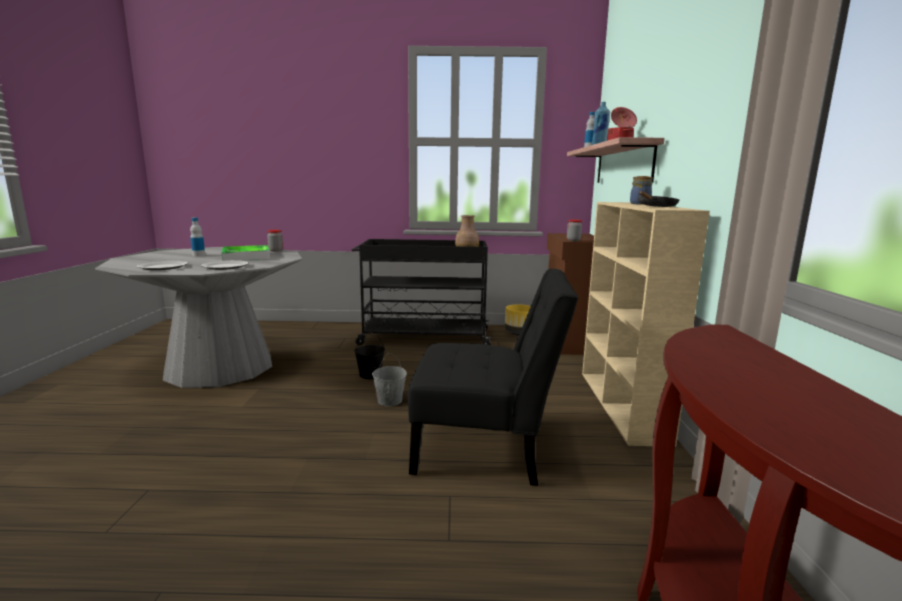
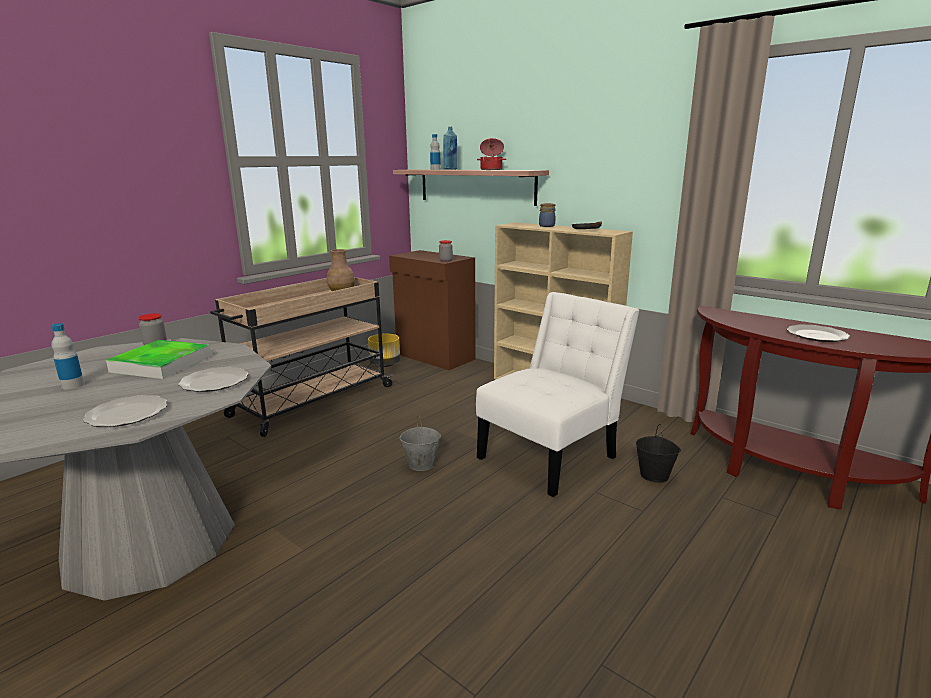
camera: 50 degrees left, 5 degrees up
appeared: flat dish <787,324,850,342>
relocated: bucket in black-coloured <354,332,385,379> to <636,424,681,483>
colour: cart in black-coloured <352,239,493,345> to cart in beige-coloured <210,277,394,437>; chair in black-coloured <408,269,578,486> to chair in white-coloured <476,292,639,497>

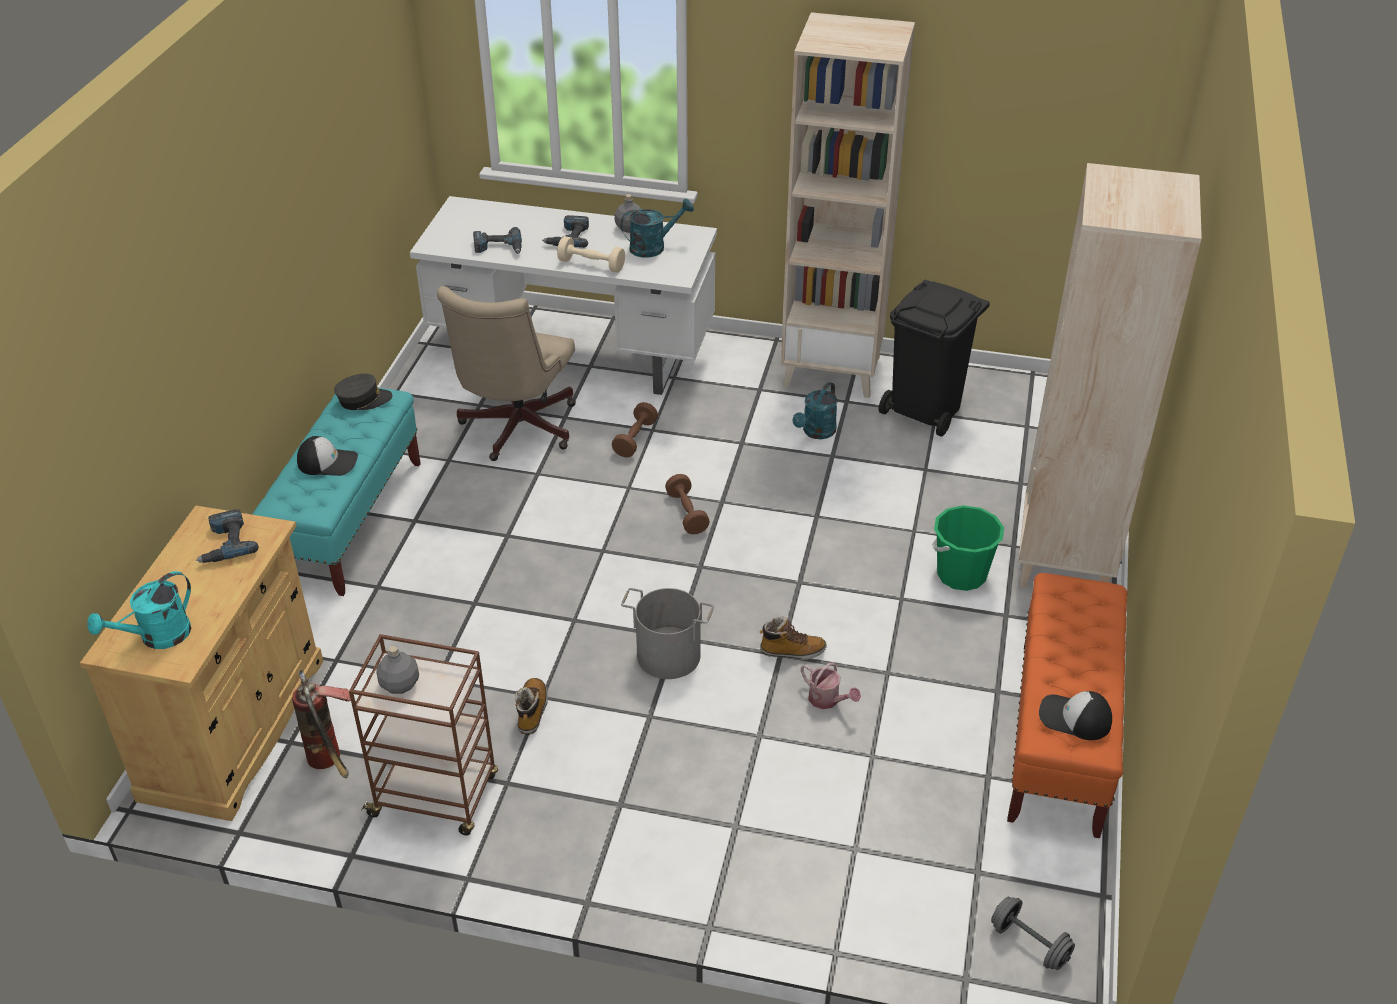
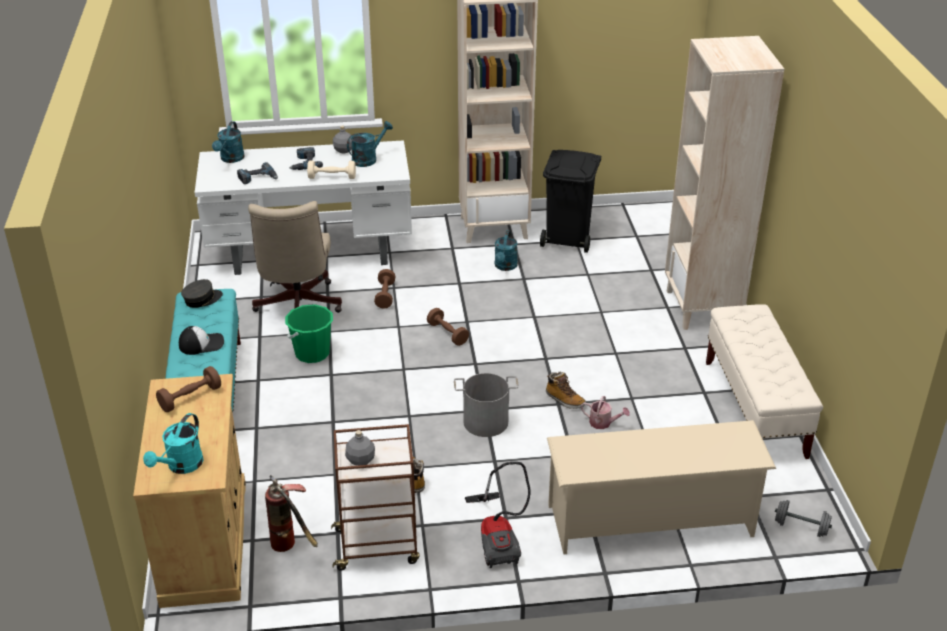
camera: 20 degrees left, 5 degrees down
missing: peaked cap <1039,691,1112,740>
appeared: watering pot in blue-green <212,121,245,163>; vacuum <465,462,531,568>; shoe rack in beige-coloured <547,420,776,555>
relocated: bucket in greenish <932,505,1004,591> to <285,304,333,363>
exchanged: electric drill <196,509,259,563> to hand weight in brownish <156,366,221,412>
colour: bench in orangey <1007,573,1128,838> to bench in beige-coloured <706,304,823,459>
spun: boot <760,617,826,660> = <546,371,586,409> 60 degrees clockwise

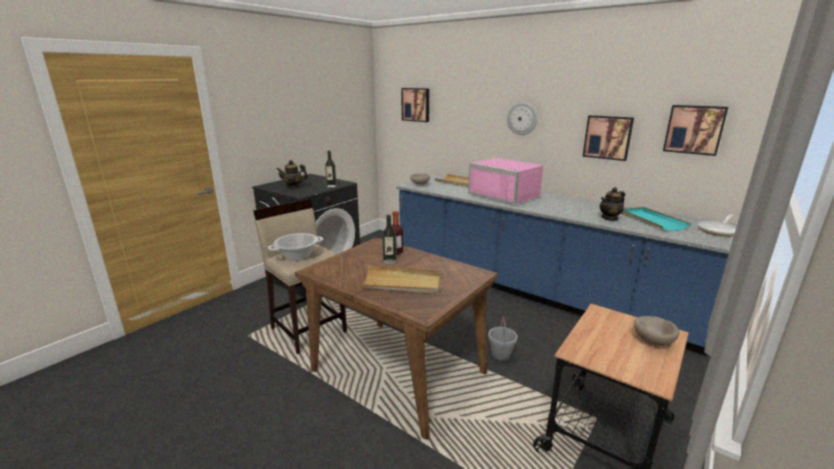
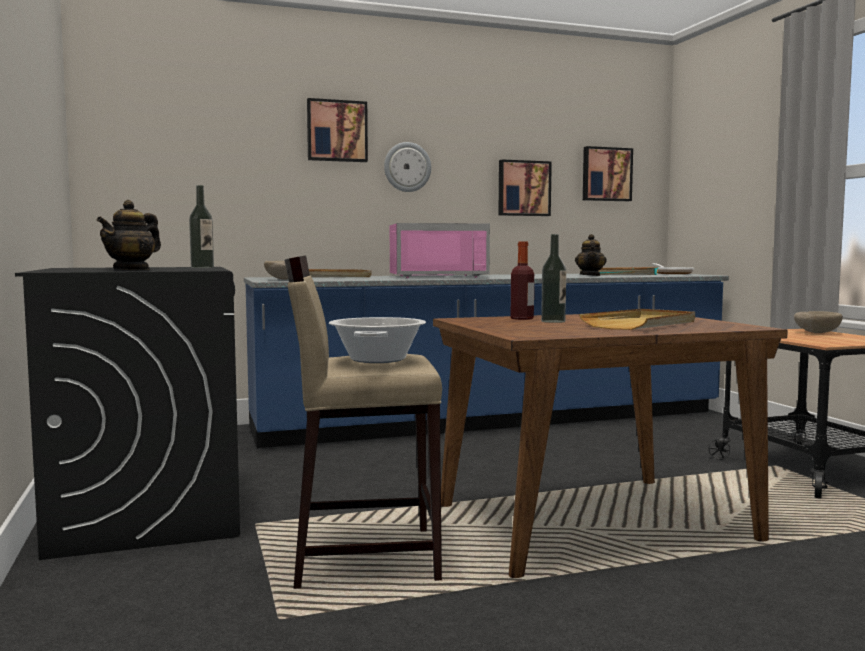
camera: 55 degrees left, 15 degrees down
missing: bucket in gray <488,317,517,361>
relocated: wall art <401,88,429,122> to <307,98,368,162>

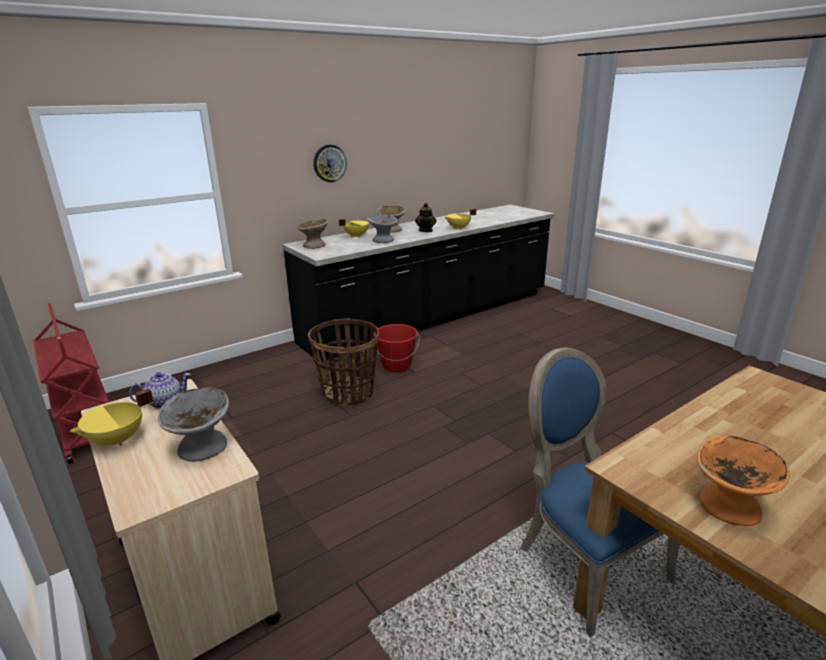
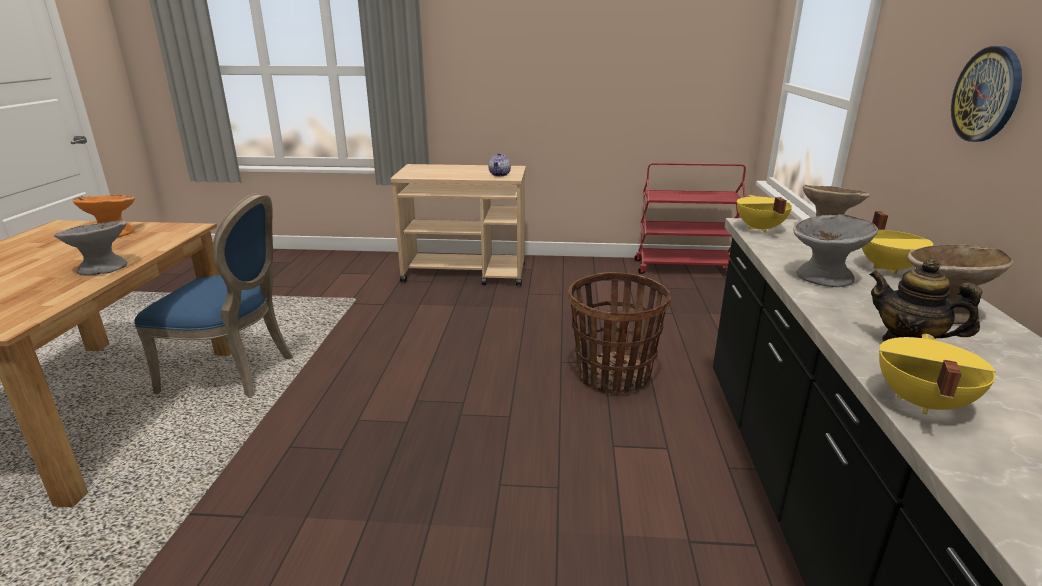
camera: 130 degrees right, 0 degrees up
missing: bucket in red <374,324,419,372>
relocated: stockpot in yellowish <70,389,154,447> to <737,195,792,232>; deep dish in gray <158,387,229,462> to <54,221,127,276>

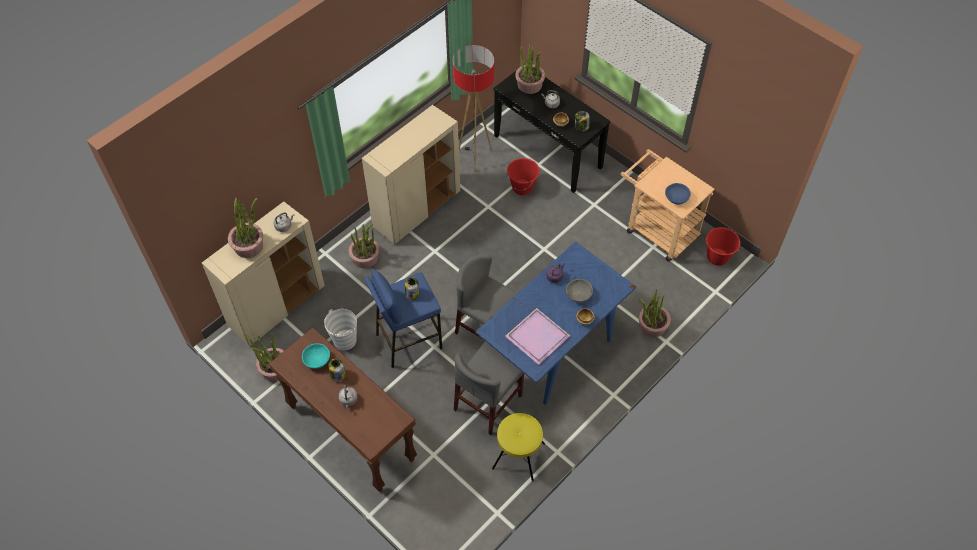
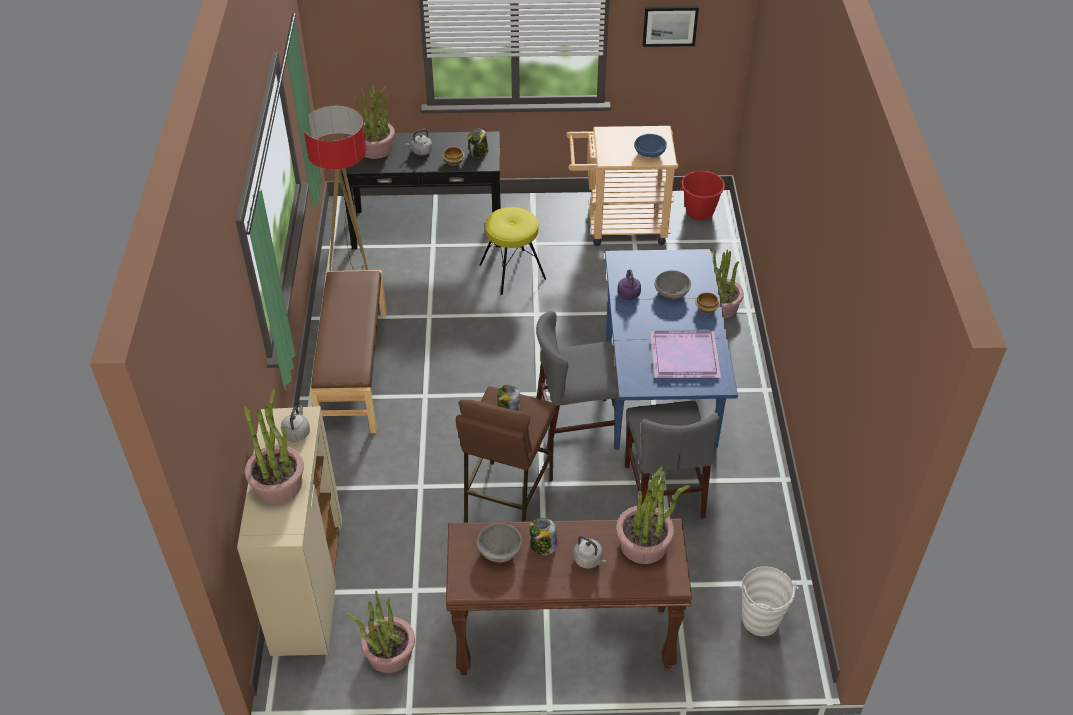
camera: 45 degrees left, 10 degrees down
missing: bucket in red <507,158,540,195>
appeared: wall art <643,6,699,47>
relocated: bucket in white-coloured <324,309,357,350> to <740,566,799,636>; houseplant <349,224,379,268> to <616,466,690,564>; stool in yellowish <492,413,545,481> to <479,207,546,295>
exchanged: storage cabinet in beige-coloured <362,105,460,244> to bench in brownish <310,270,387,433>
colour: deep dish in blue-green <302,343,330,369> to deep dish in gray <477,523,522,562>; stool in blue <364,269,442,368> to stool in brownish <456,386,556,523>

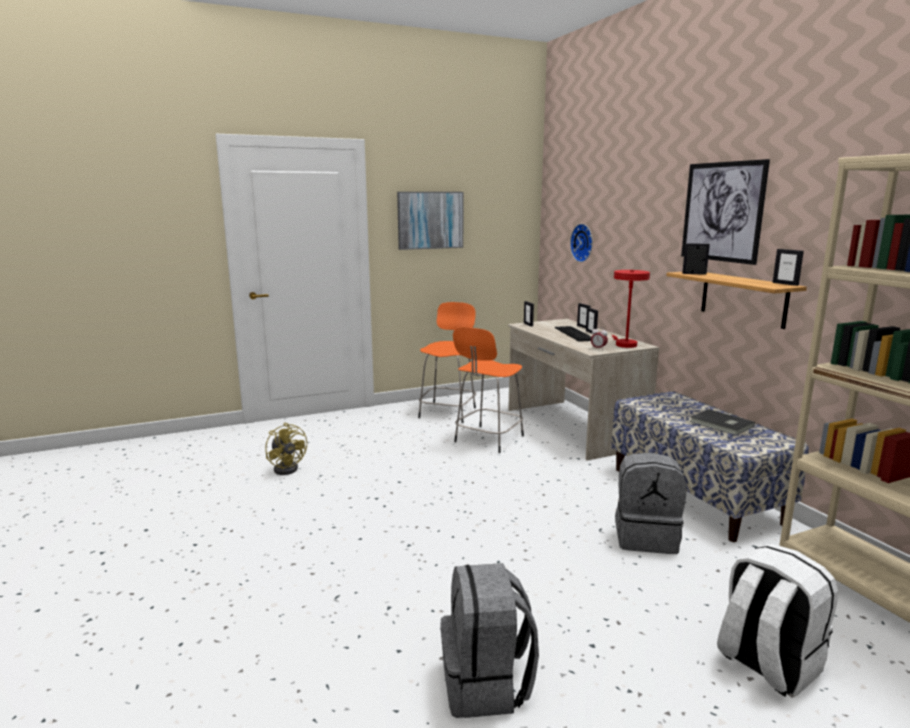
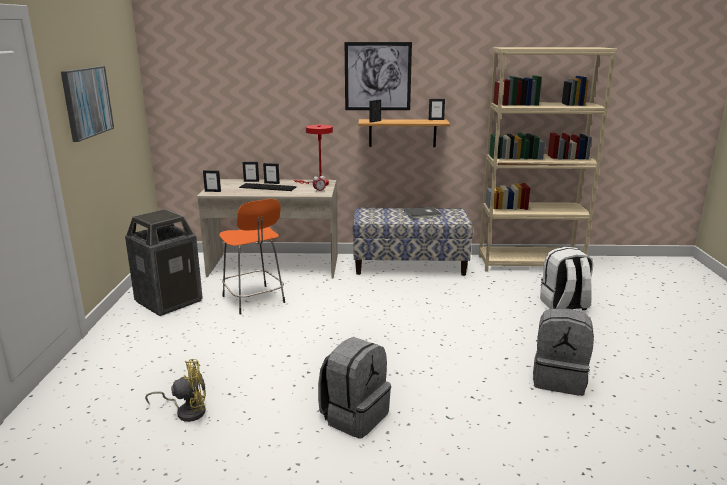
camera: 65 degrees left, 5 degrees up
missing: wall clock <570,224,593,262>
relocated: knapsack in gray <615,452,686,554> to <318,337,391,438>
exchanged: stool in orangey <418,302,476,423> to rubbish bin <125,209,203,316>

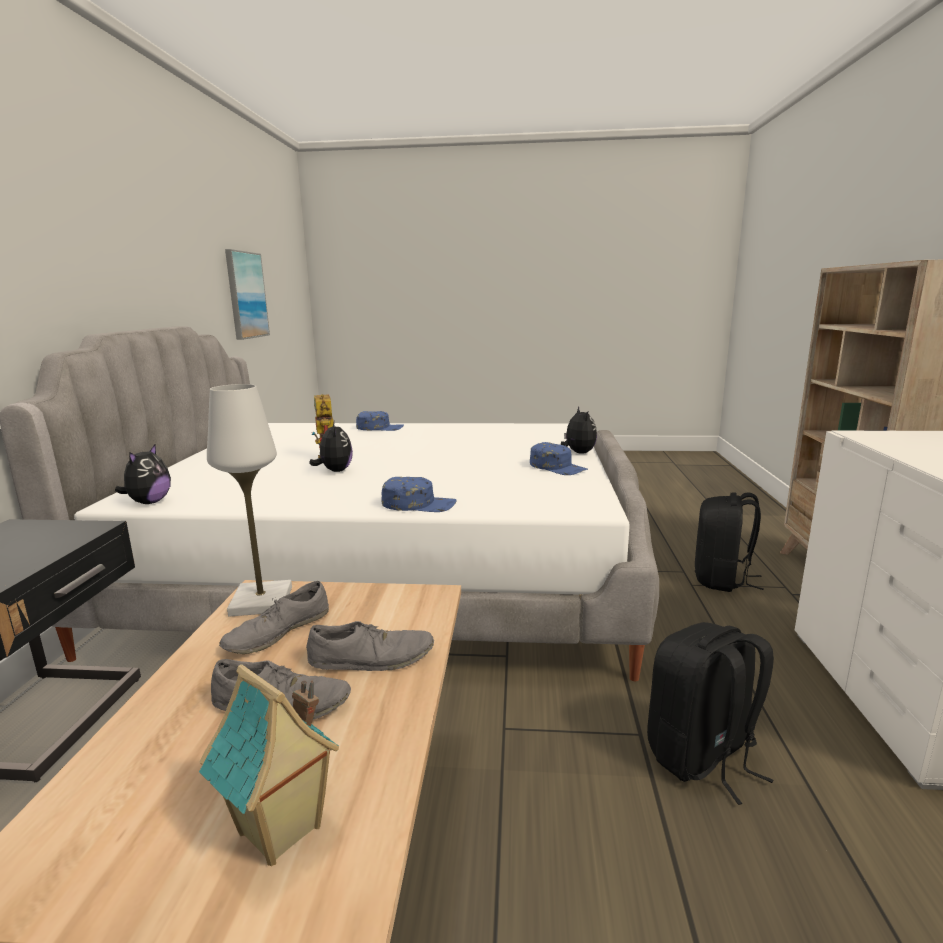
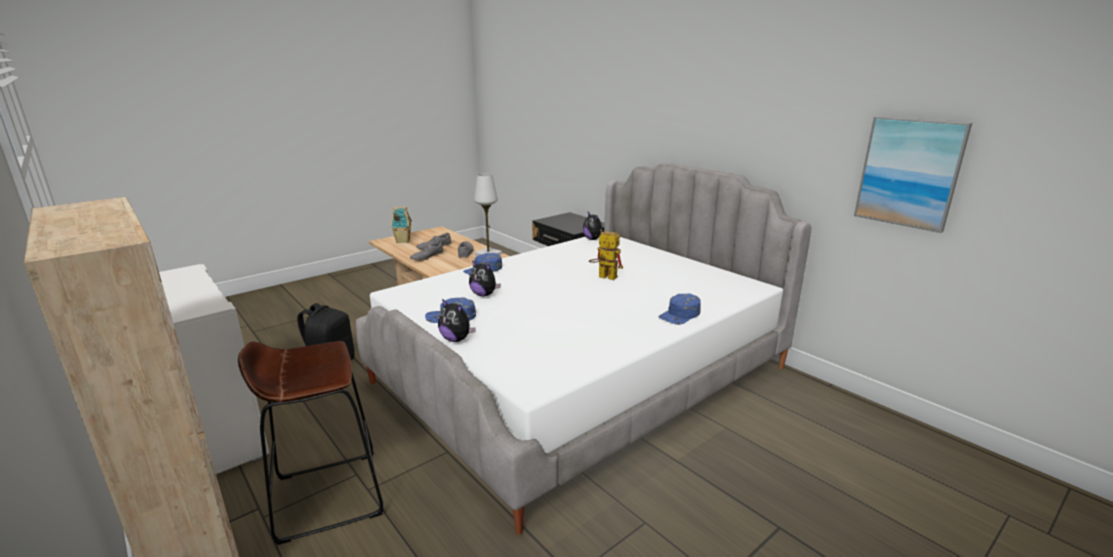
camera: 135 degrees right, 5 degrees up
relocated: cuddly toy <309,420,353,472> to <469,260,501,297>
exchanged: knapsack in black-coloured <695,492,764,592> to stool in brownish <238,341,384,545>

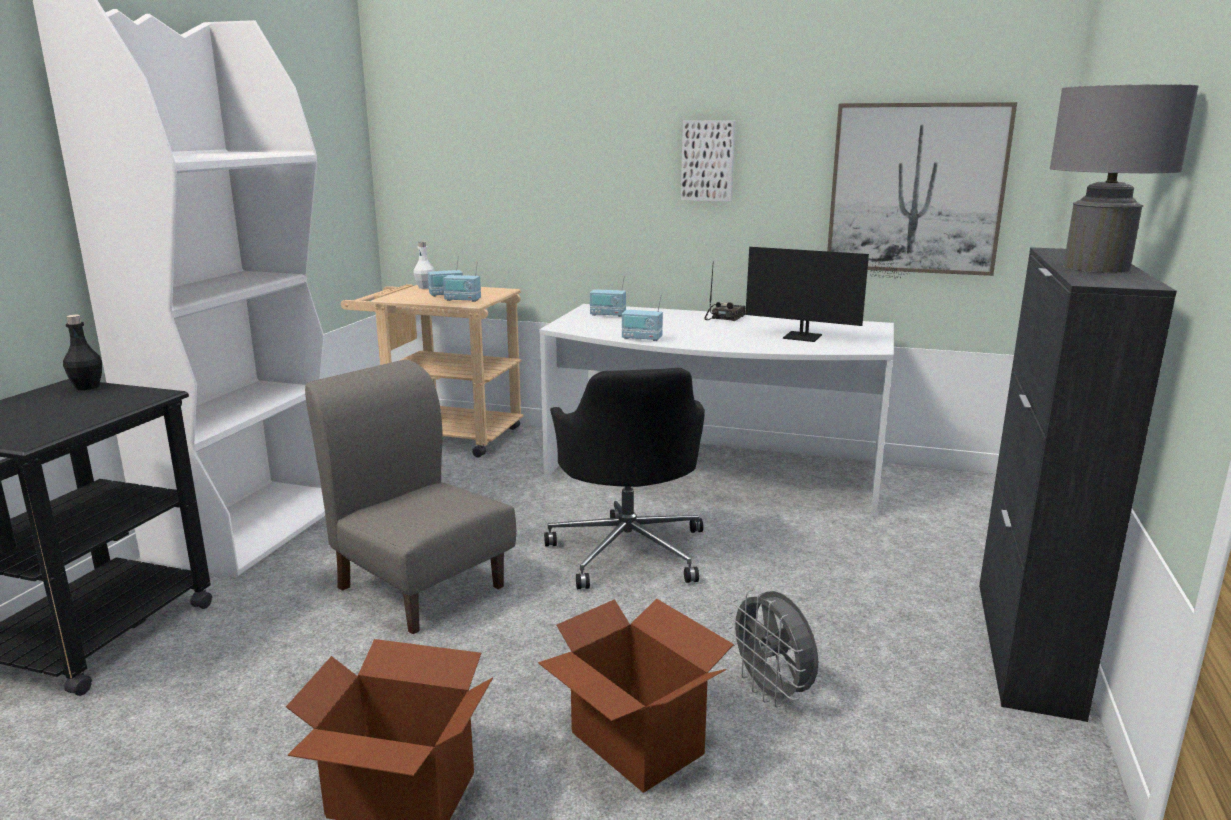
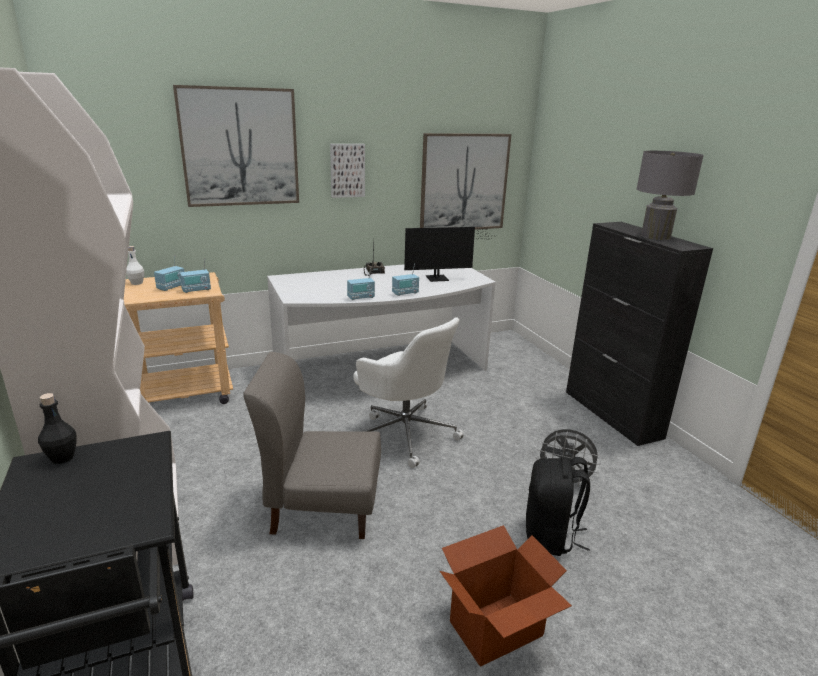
camera: 40 degrees left, 5 degrees up
appeared: wall art <173,85,299,207>
relocated: radio <590,276,626,317> to <392,264,419,296>
exchanged: carton <538,598,734,793> to knapsack in black-coloured <526,457,590,556>
colour: desk chair in black-coloured <544,368,705,589> to desk chair in white-coloured <353,317,464,468>

